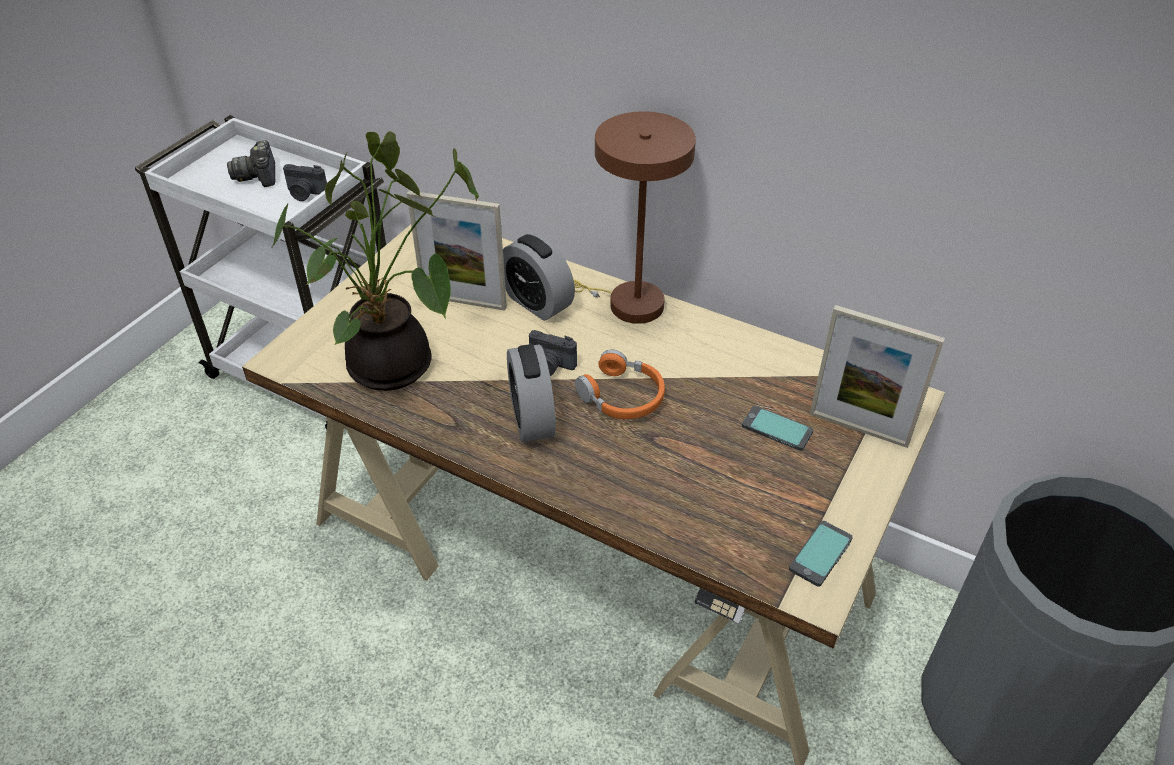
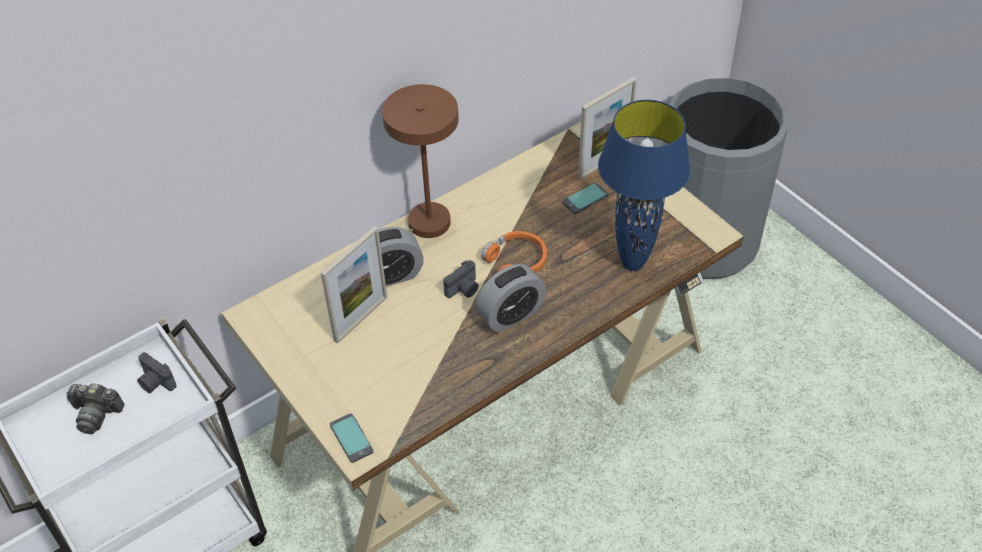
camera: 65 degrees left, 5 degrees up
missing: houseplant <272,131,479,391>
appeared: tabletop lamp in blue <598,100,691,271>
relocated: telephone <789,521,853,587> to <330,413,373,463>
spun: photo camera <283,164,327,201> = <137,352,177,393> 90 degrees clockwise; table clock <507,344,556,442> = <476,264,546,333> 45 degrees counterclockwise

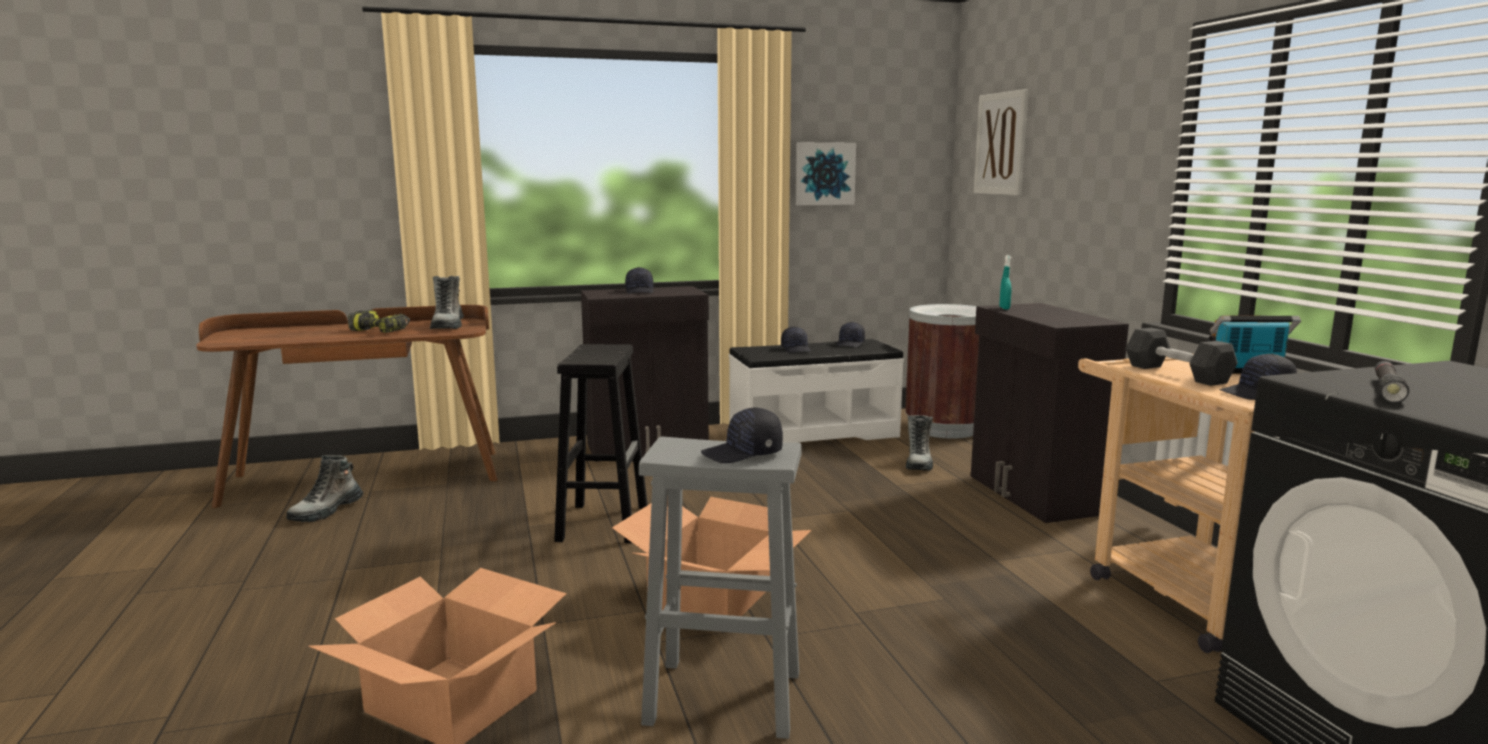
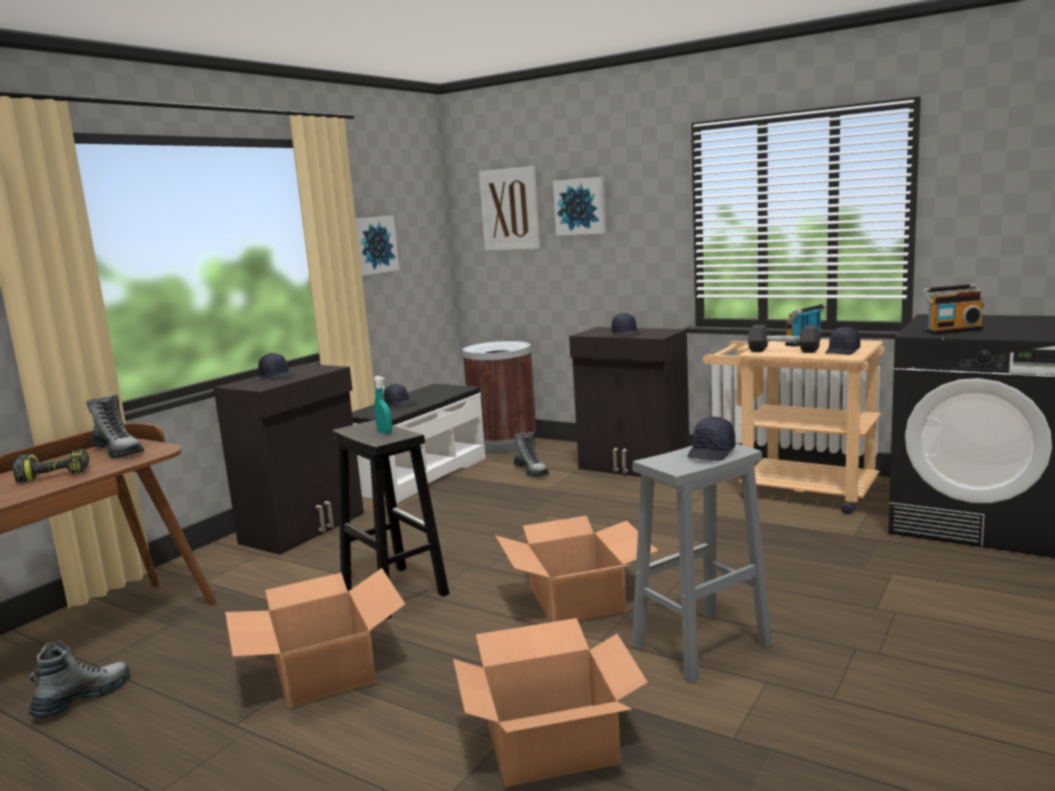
camera: 40 degrees left, 0 degrees up
appeared: carton <225,568,406,708>; wall art <553,177,606,236>
relocated: peaked cap in black-coloured <837,322,865,347> to <612,313,641,337>; sprayer in blue-green <999,255,1011,309> to <374,376,392,434>
exchanged: flashlight in black-coloured <1375,361,1409,403> to radio <922,284,984,335>
spun: boot <286,455,363,522> = <28,641,130,718> 135 degrees counterclockwise

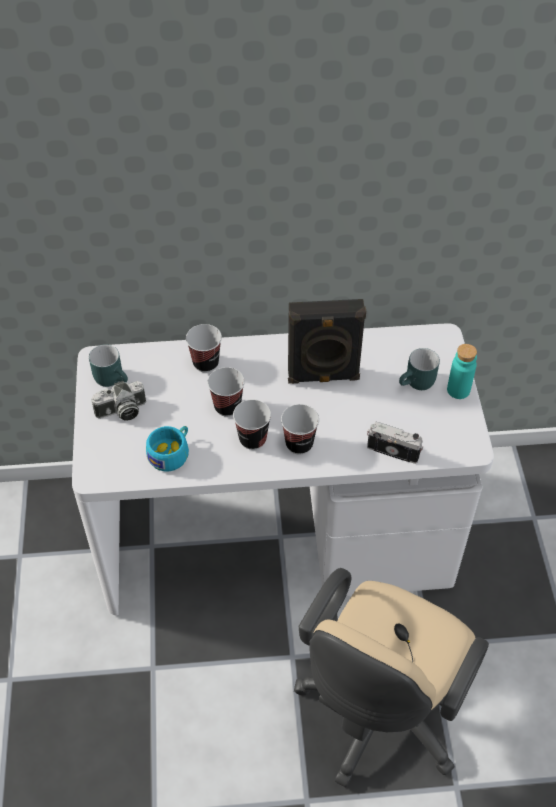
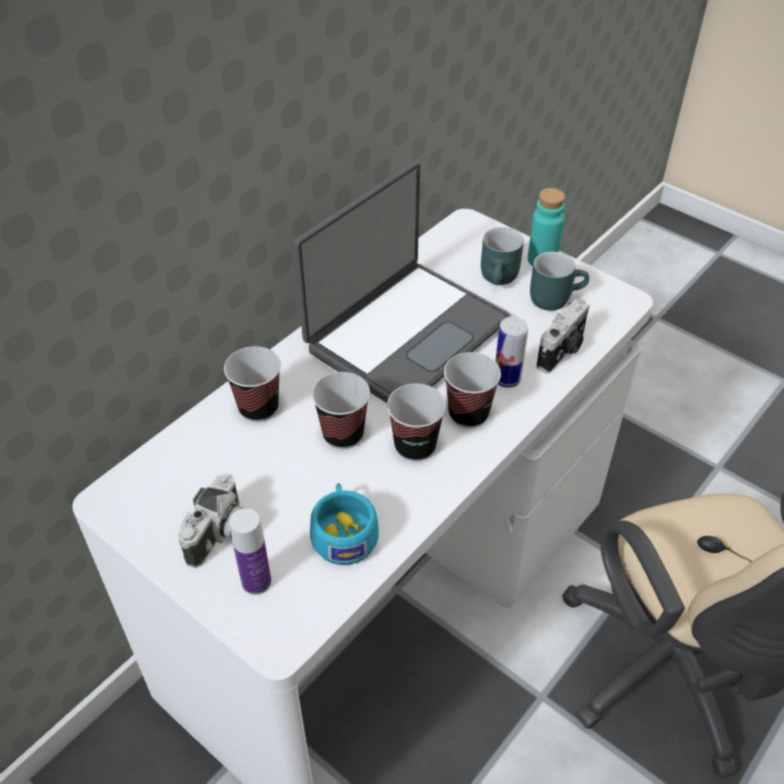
camera: 45 degrees left, 5 degrees down
appeared: beverage bottle <229,508,271,595>; can <495,317,528,388>
relocated: mug in blue-green <89,344,128,387> to <530,251,589,311>
exchanged: speaker in black-coloured <288,299,366,384> to notebook computer <294,162,511,403>
spun: photo camera <367,421,423,464> = <536,299,590,374> 150 degrees clockwise

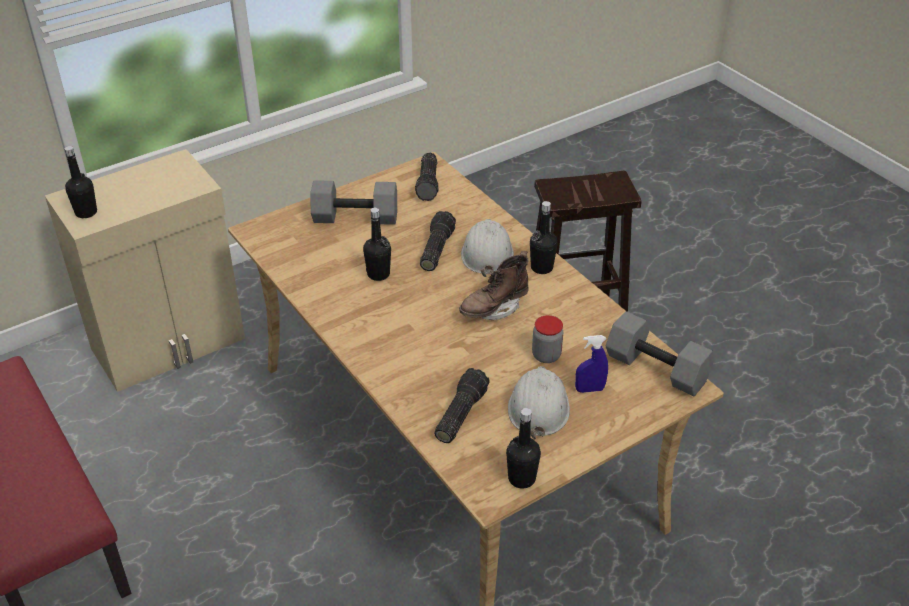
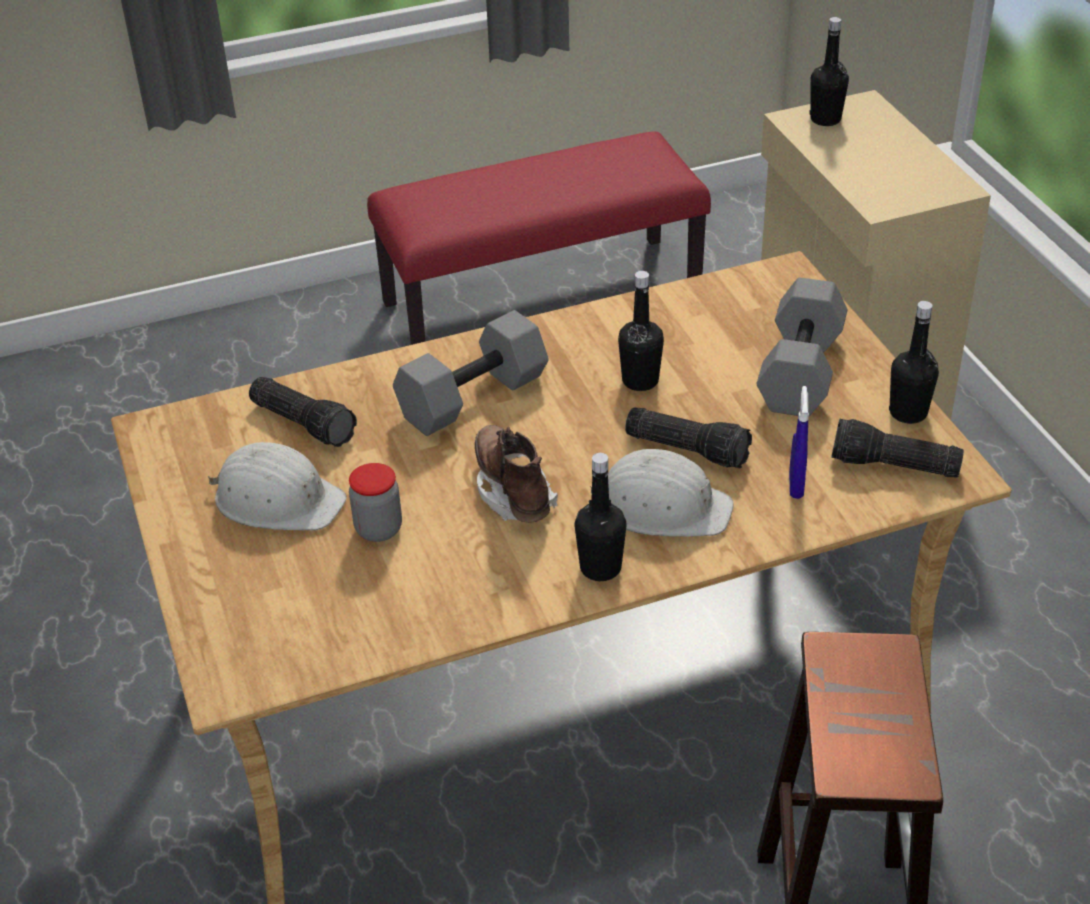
camera: 105 degrees right, 0 degrees up
relocated: beverage bottle in black-coloured <506,408,541,488> to <889,301,939,424>; sprayer in blue <575,335,608,393> to <789,386,809,499>; hand weight in gray <606,311,714,396> to <393,310,549,436>

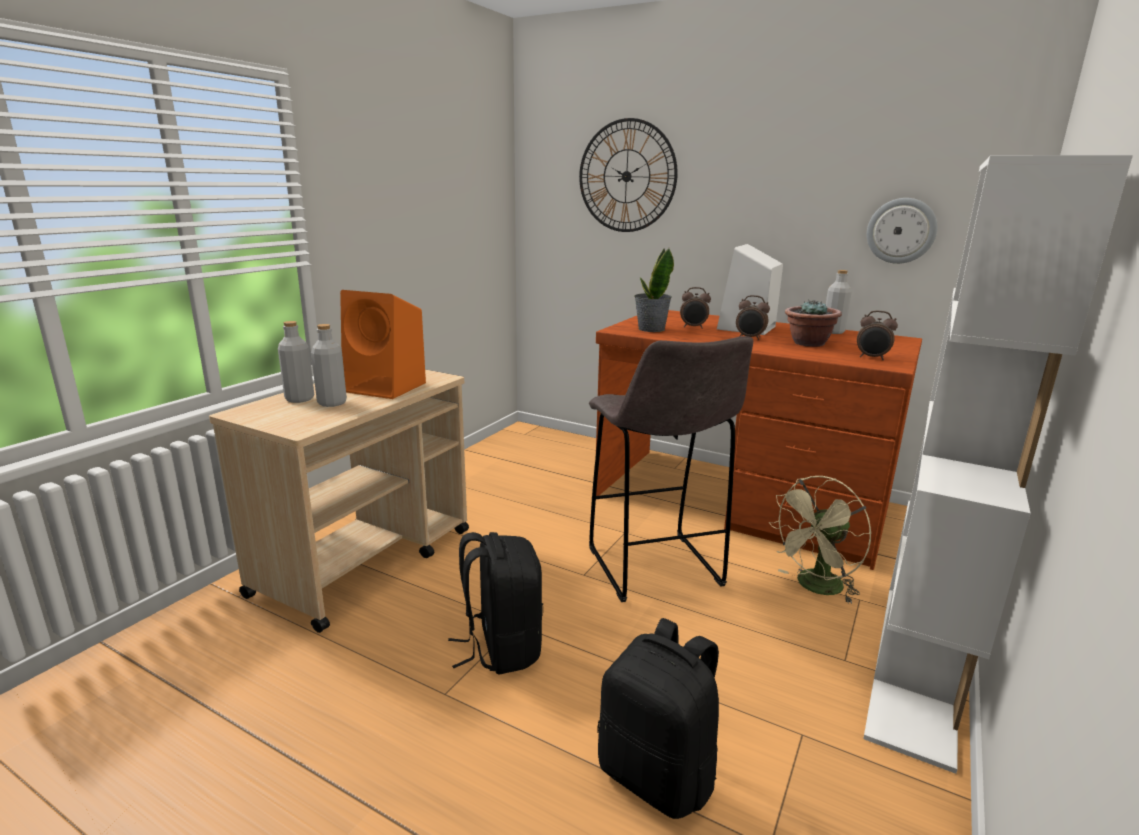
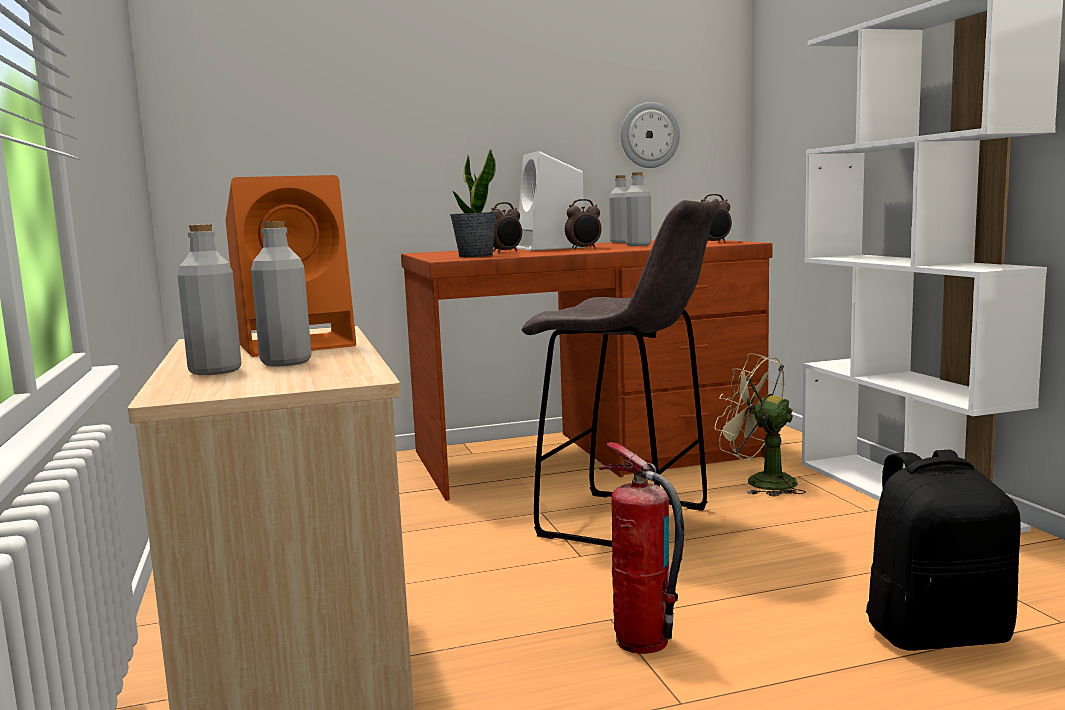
camera: 45 degrees left, 10 degrees down
missing: wall clock <579,118,678,232>
exchanged: knapsack in black-coloured <448,532,543,675> to fire-fighting cylinder <599,442,684,654>; houseplant <785,299,842,347> to beverage bottle in gray <625,172,652,246>
spun: cooling fan in beige-coloured <769,476,872,604> = <715,353,806,496> 120 degrees clockwise

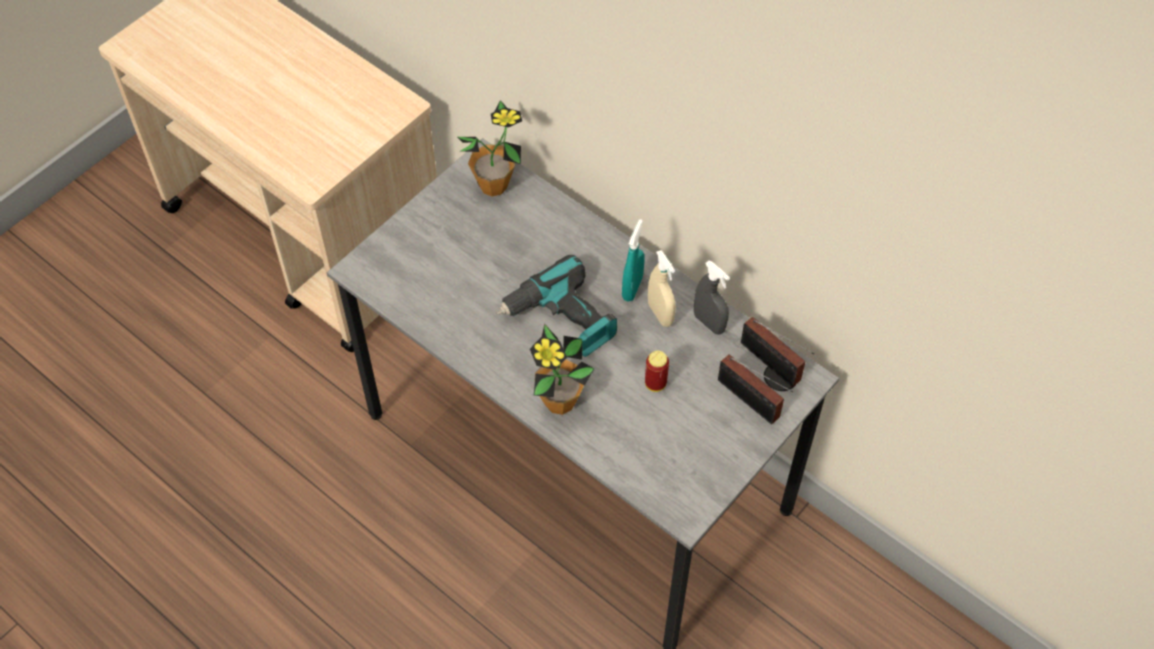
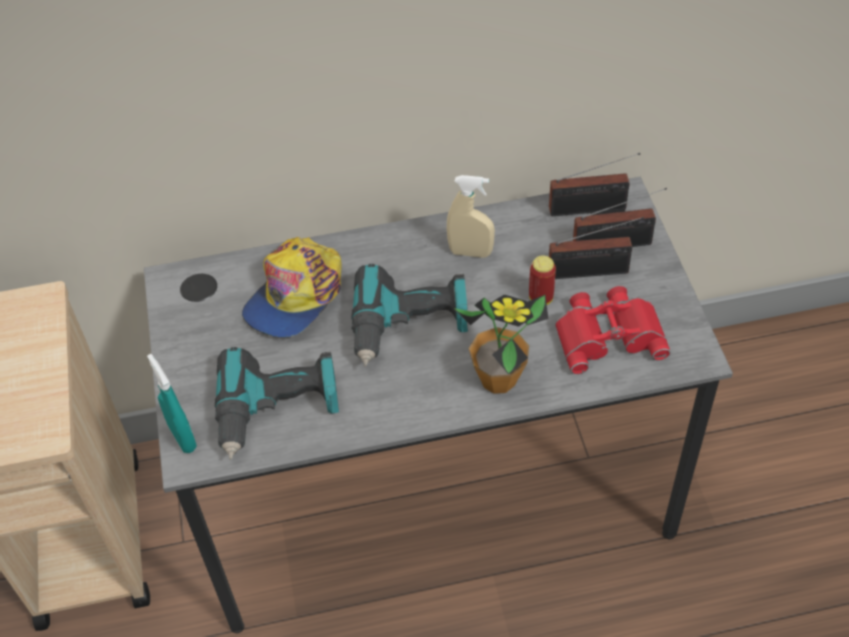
camera: 50 degrees left, 5 degrees down
missing: houseplant <458,100,522,196>; sprayer in gray <694,261,730,334>
appeared: electric drill <215,347,339,460>; peaked cap <242,237,342,337>; radio <549,217,644,279>; pair of binoculars in red <555,286,671,374>
relocated: sprayer in blue-green <622,219,645,302> to <147,354,197,453>

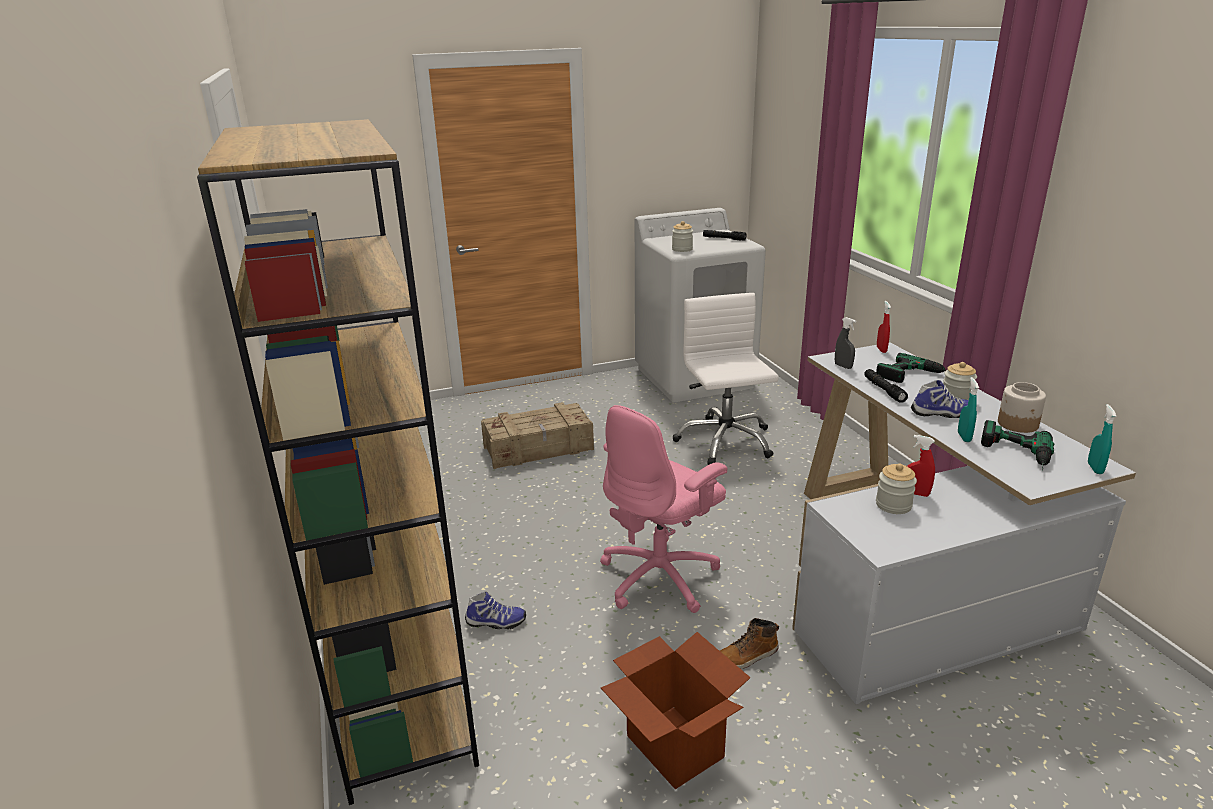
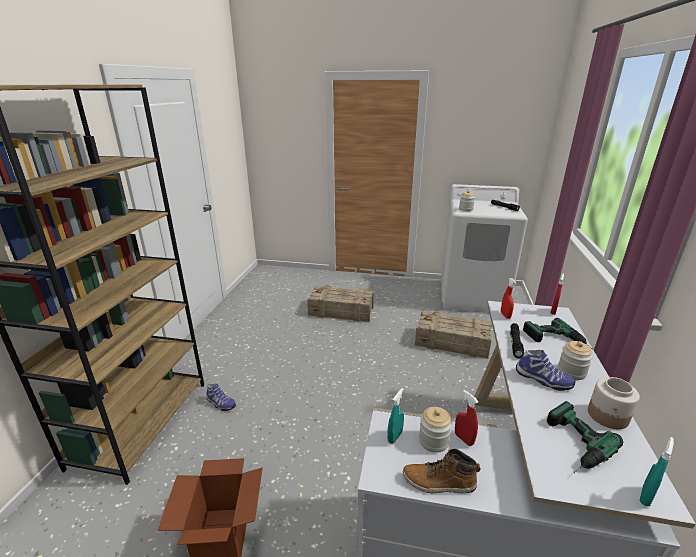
camera: 30 degrees right, 0 degrees up
missing: desk chair in pink <600,405,727,613>
relocated: boot <720,618,779,669> to <403,449,480,493>; sprayer in blue-green <958,377,979,442> to <387,388,404,444>
exchanged: desk chair in white-coloured <673,293,779,465> to packing crate <415,311,492,359>
colour: sprayer in gray <835,317,856,369> to sprayer in red <501,278,516,319>

